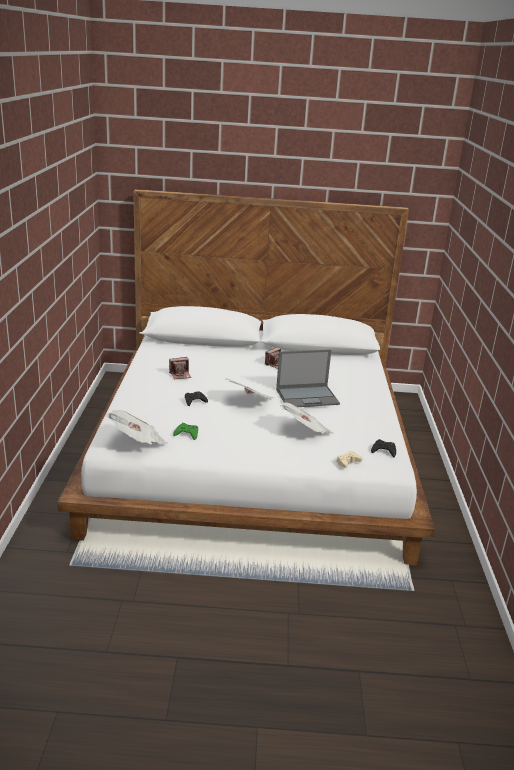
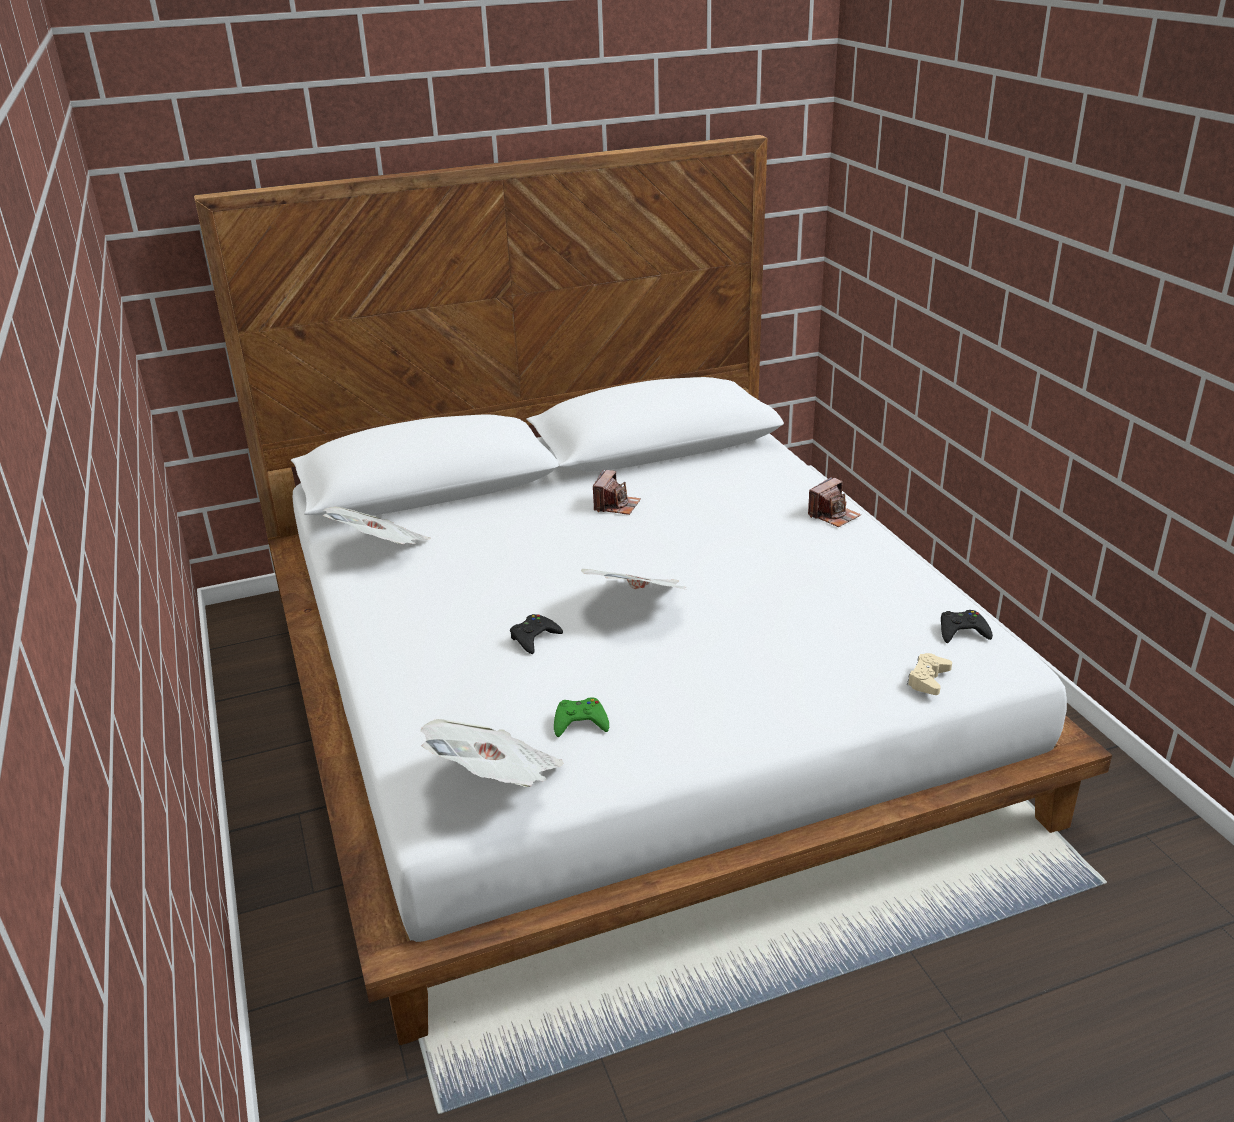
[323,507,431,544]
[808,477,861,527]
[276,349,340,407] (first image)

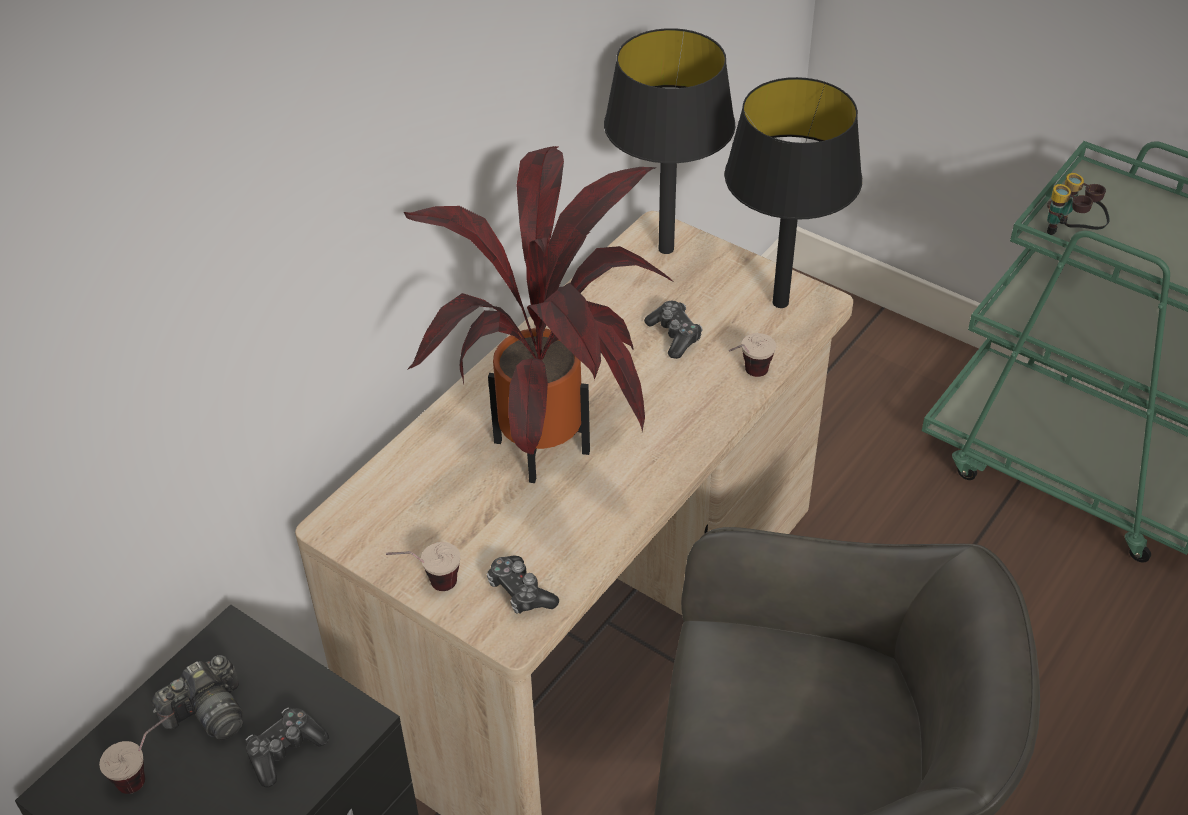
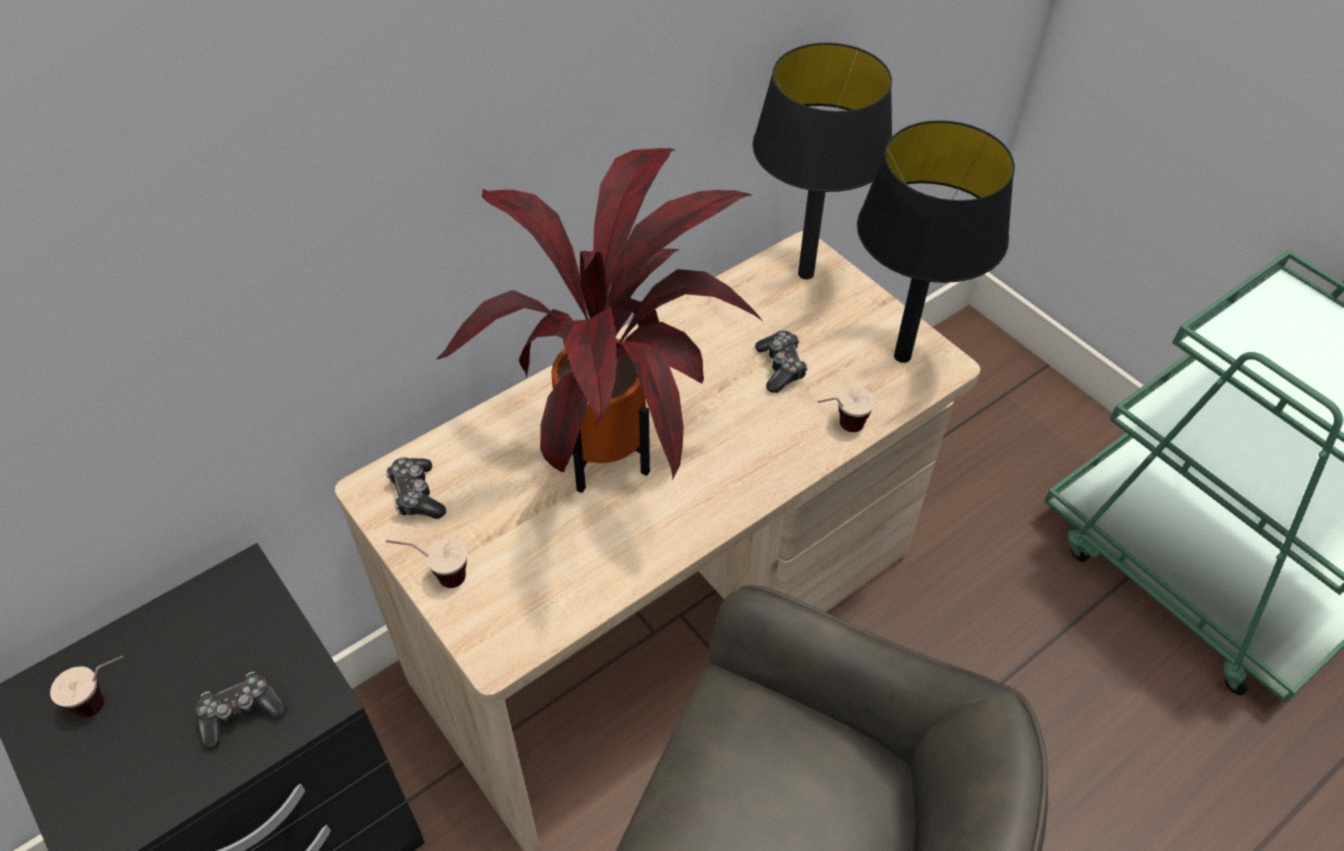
[386,458,446,519]
[152,655,243,740] (first image)
[1047,173,1110,235] (first image)

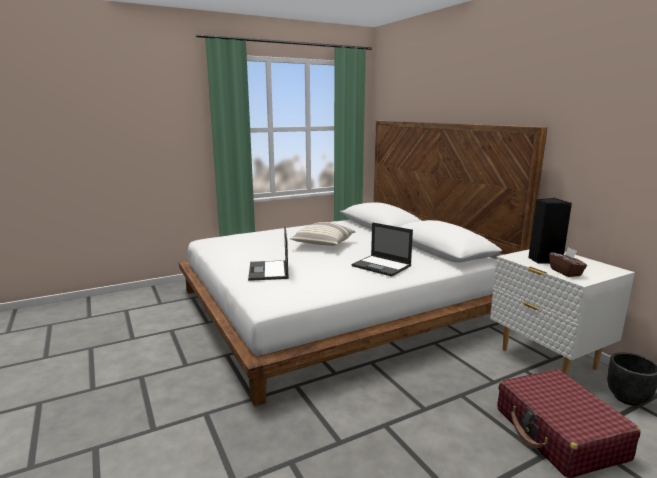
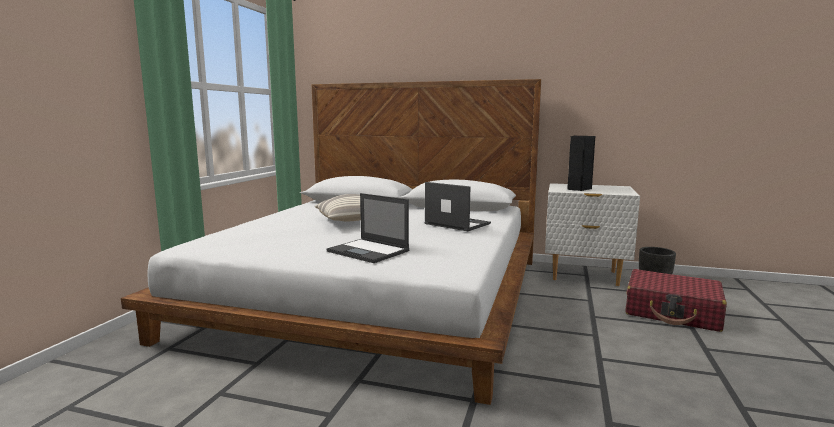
[424,182,491,231]
[549,247,587,277] (first image)

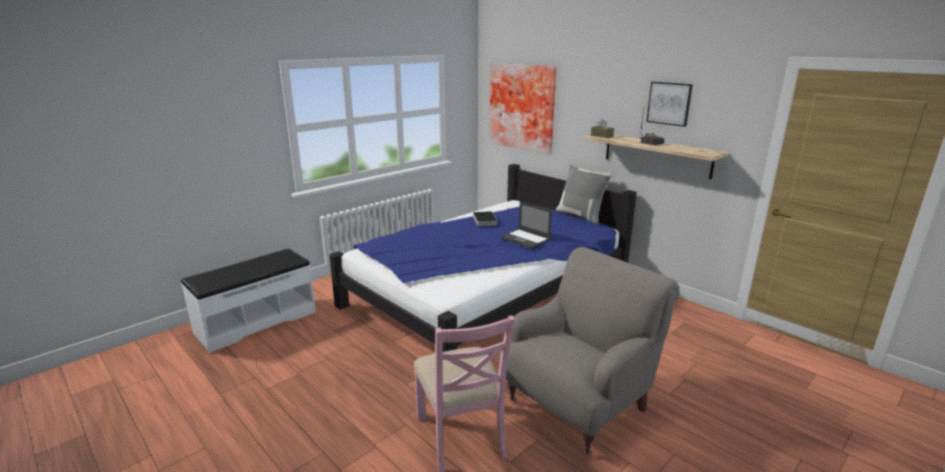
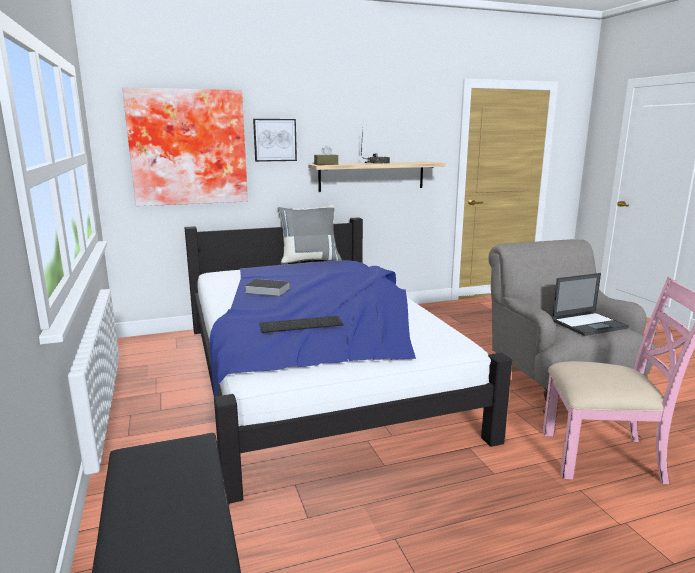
[253,119,297,162]
[259,316,344,333]
[552,273,629,336]

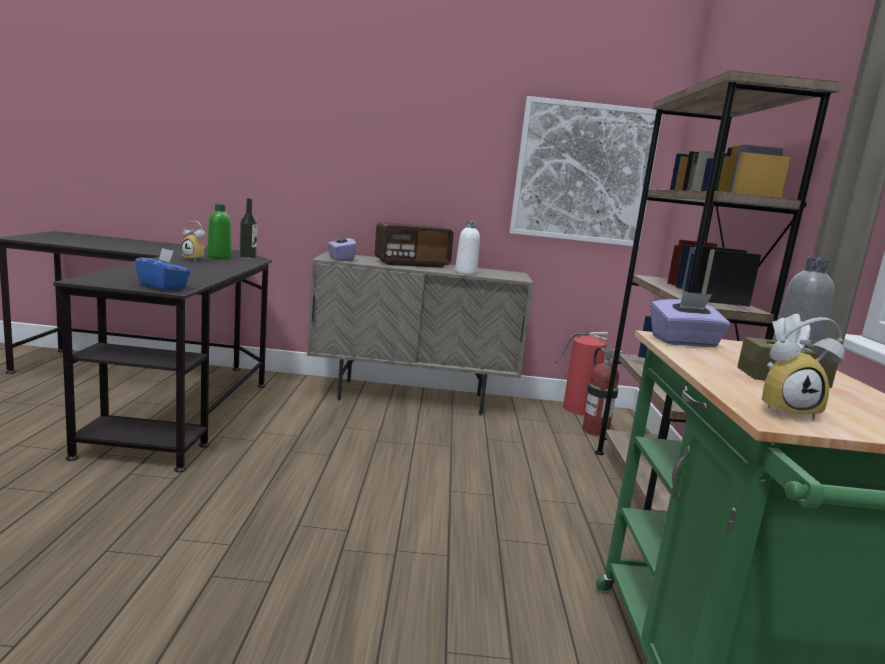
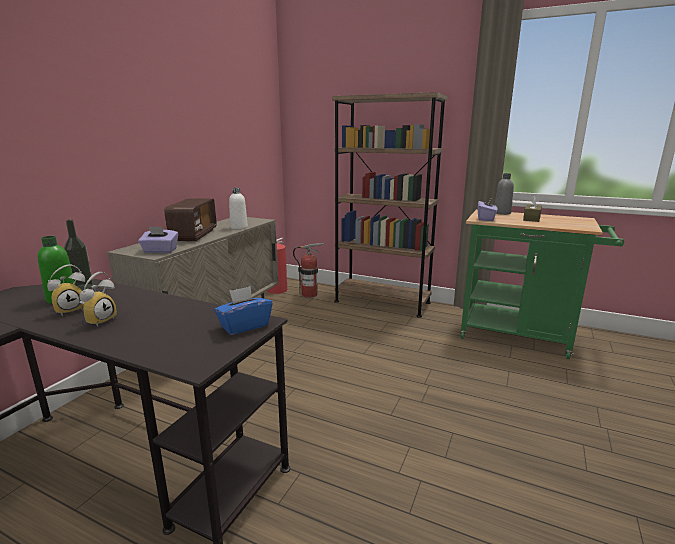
[79,272,117,326]
[509,96,663,246] (first image)

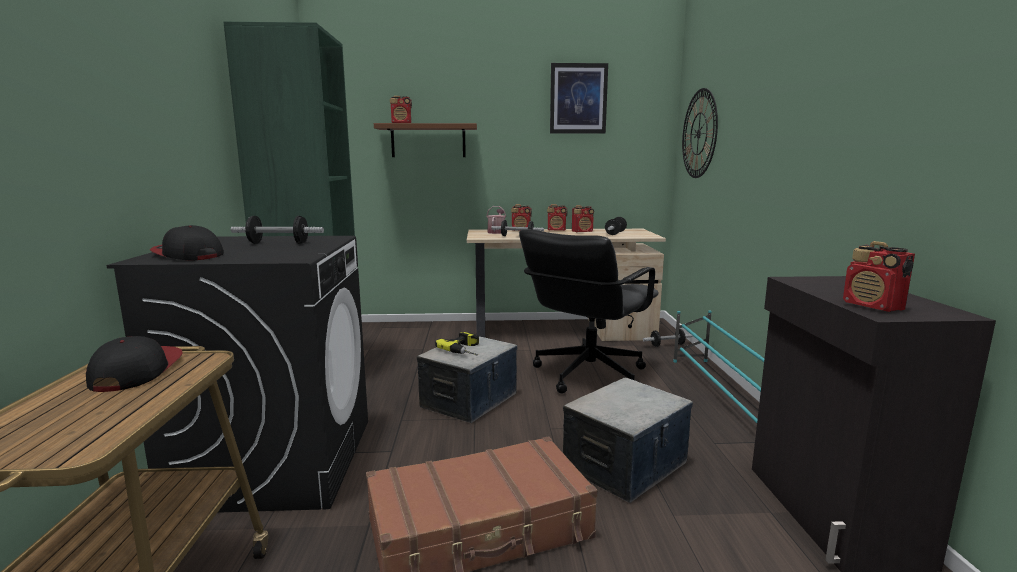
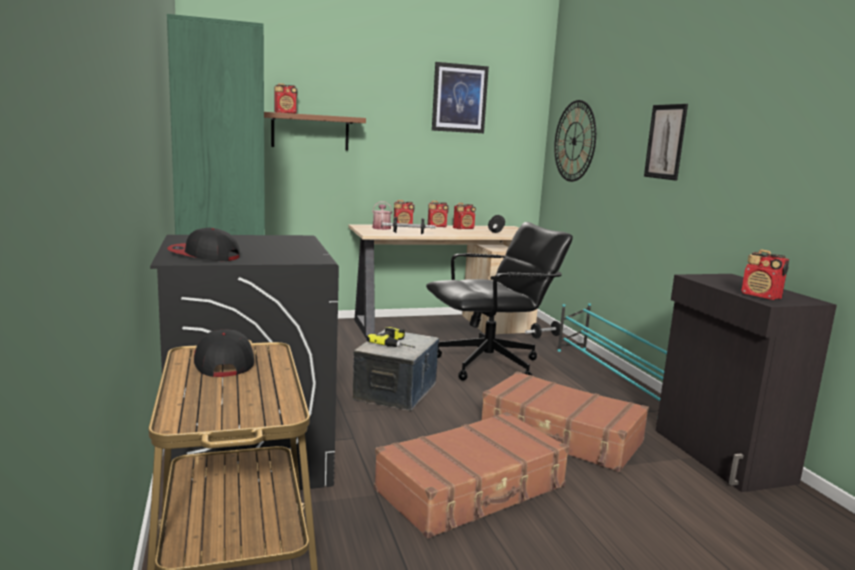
[426,222,573,381]
[481,371,649,472]
[644,104,688,181]
[231,216,324,244] (first image)

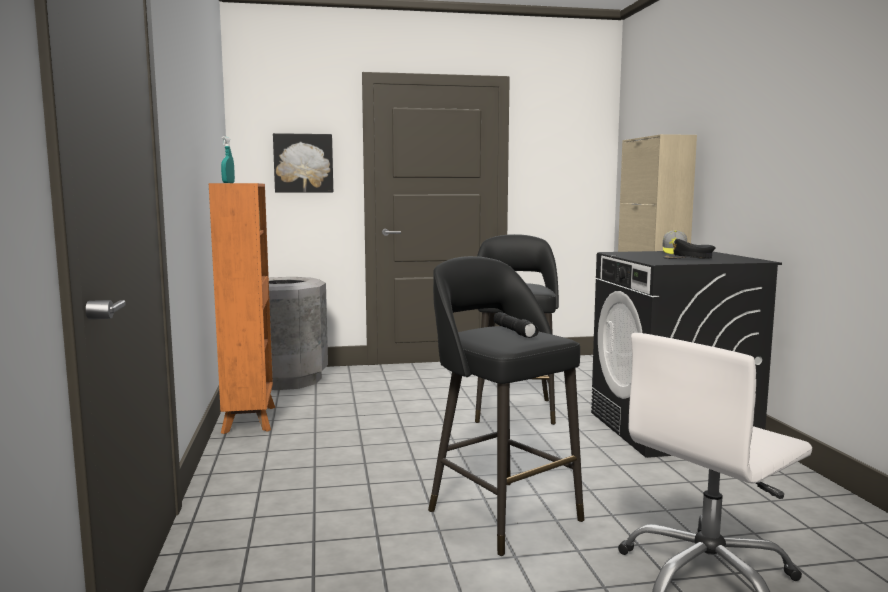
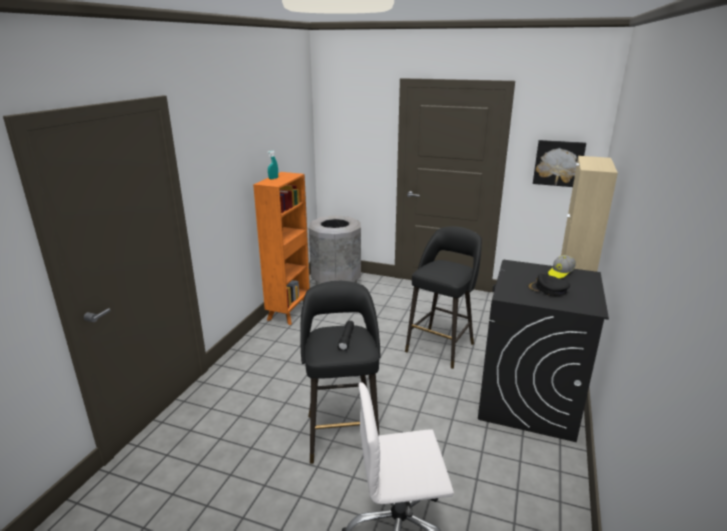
[533,140,586,187]

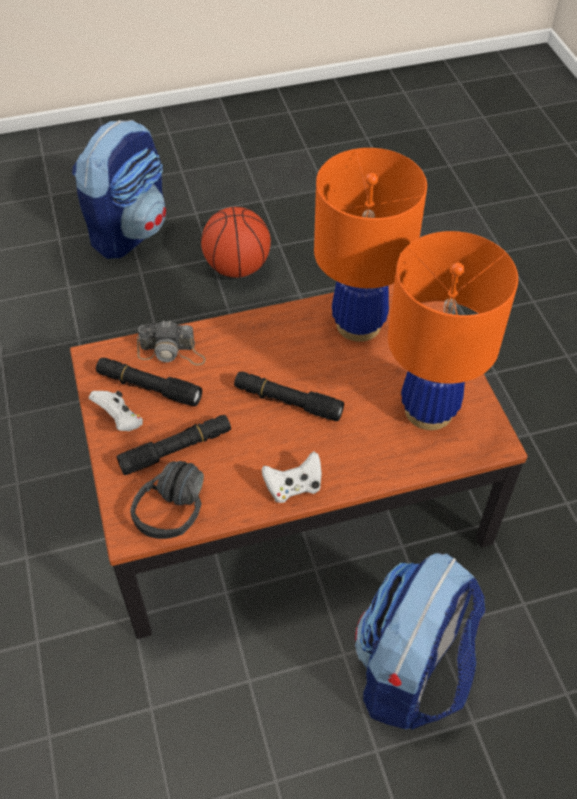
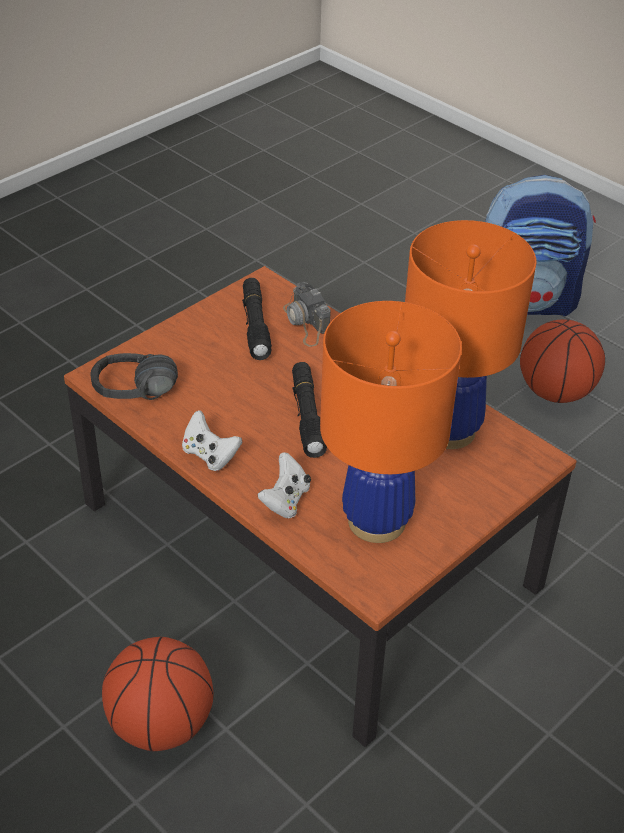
[102,637,214,751]
[258,452,311,518]
[117,415,231,475] (first image)

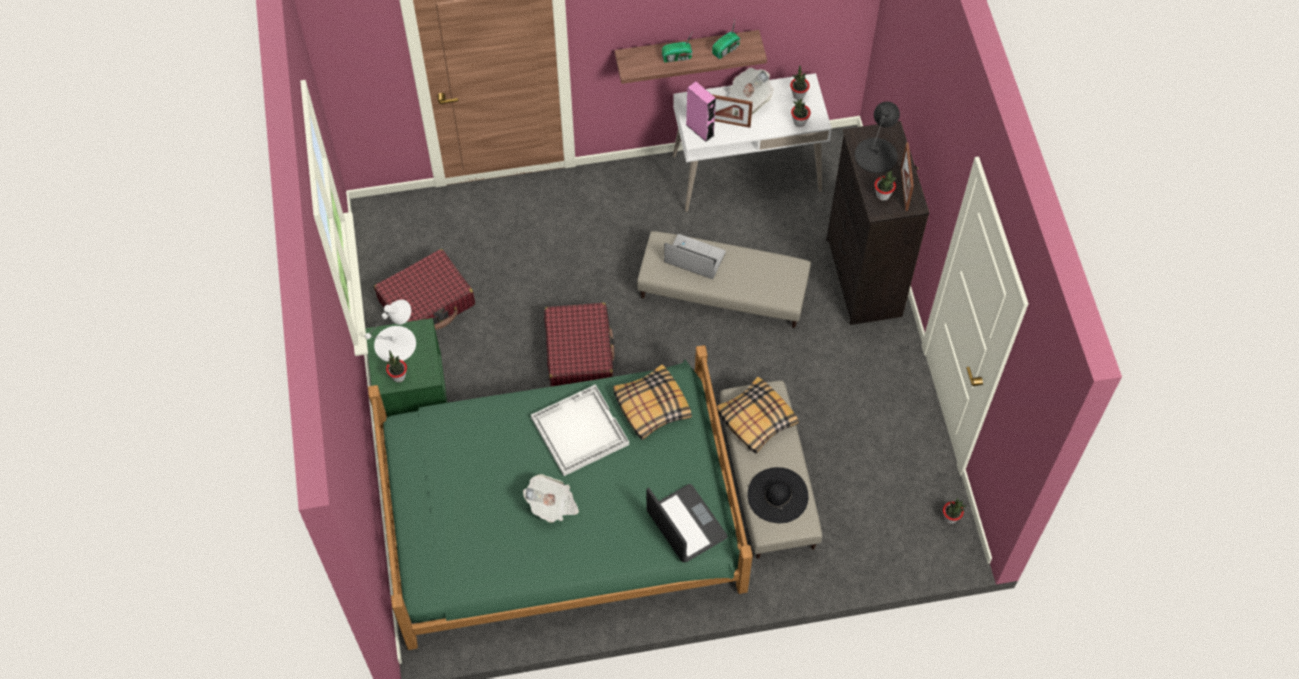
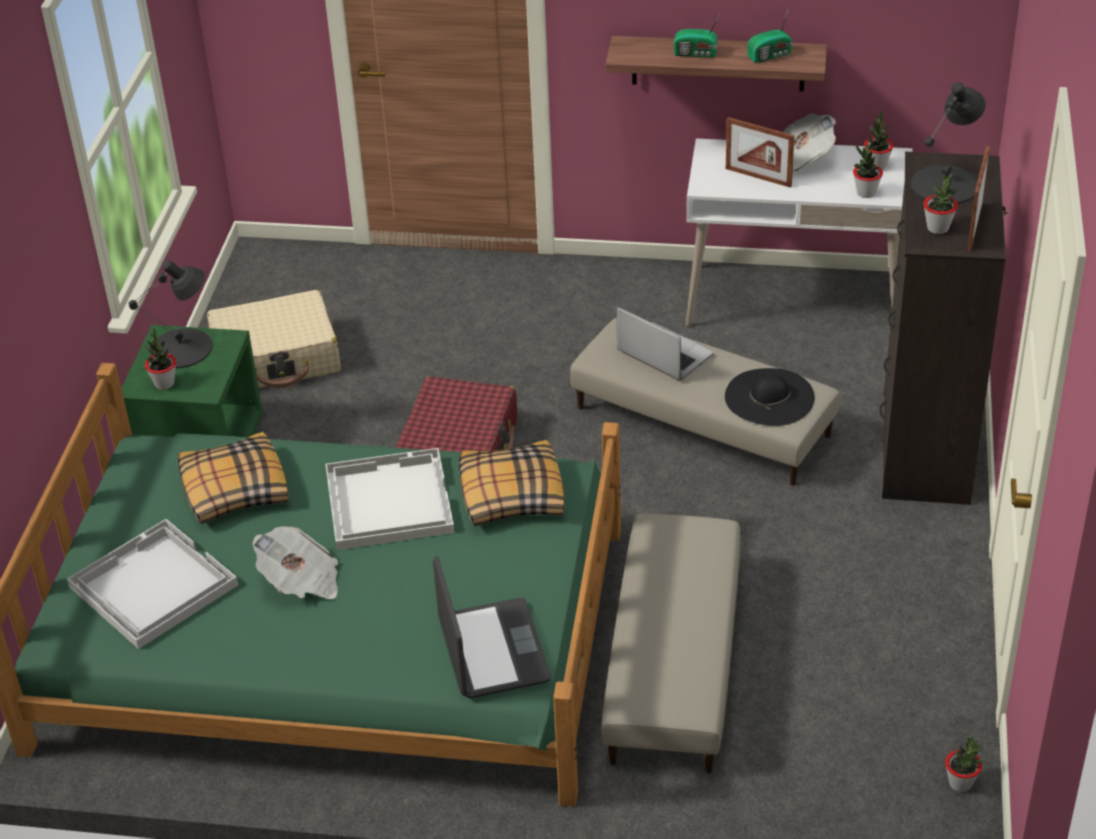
[67,519,238,649]
[129,260,212,368]
[178,432,289,524]
[207,290,341,388]
[725,368,814,426]
[686,81,716,142] (first image)

